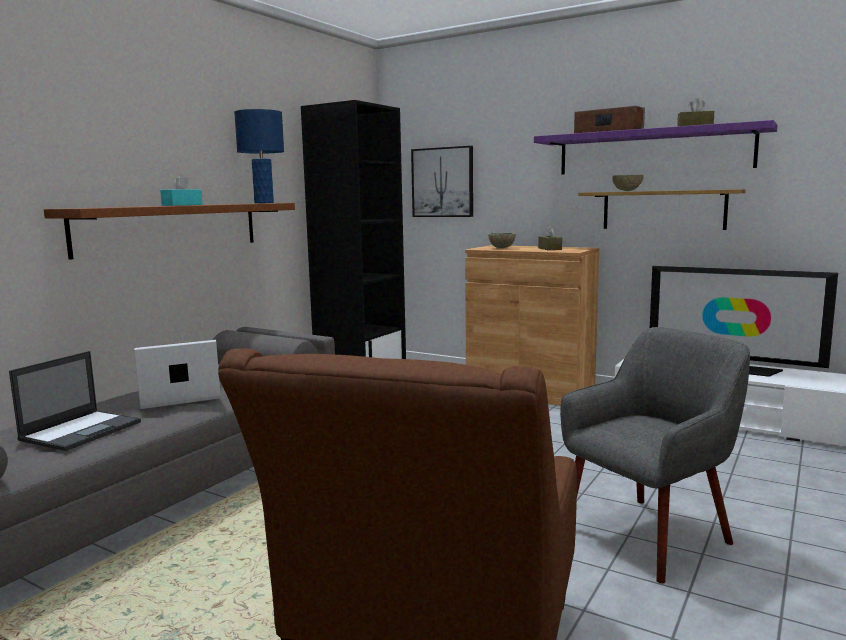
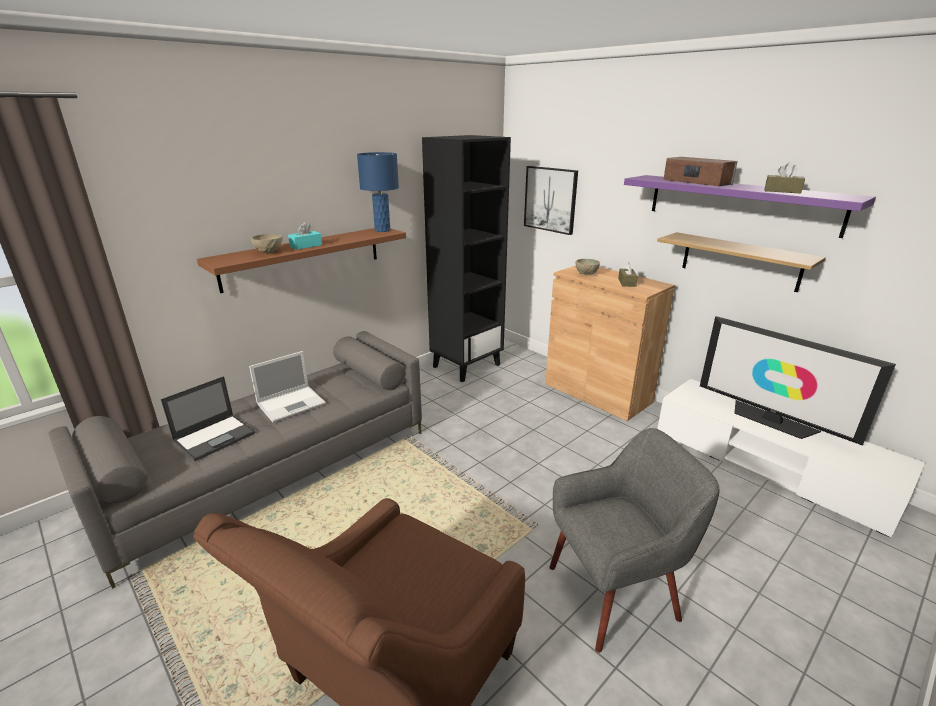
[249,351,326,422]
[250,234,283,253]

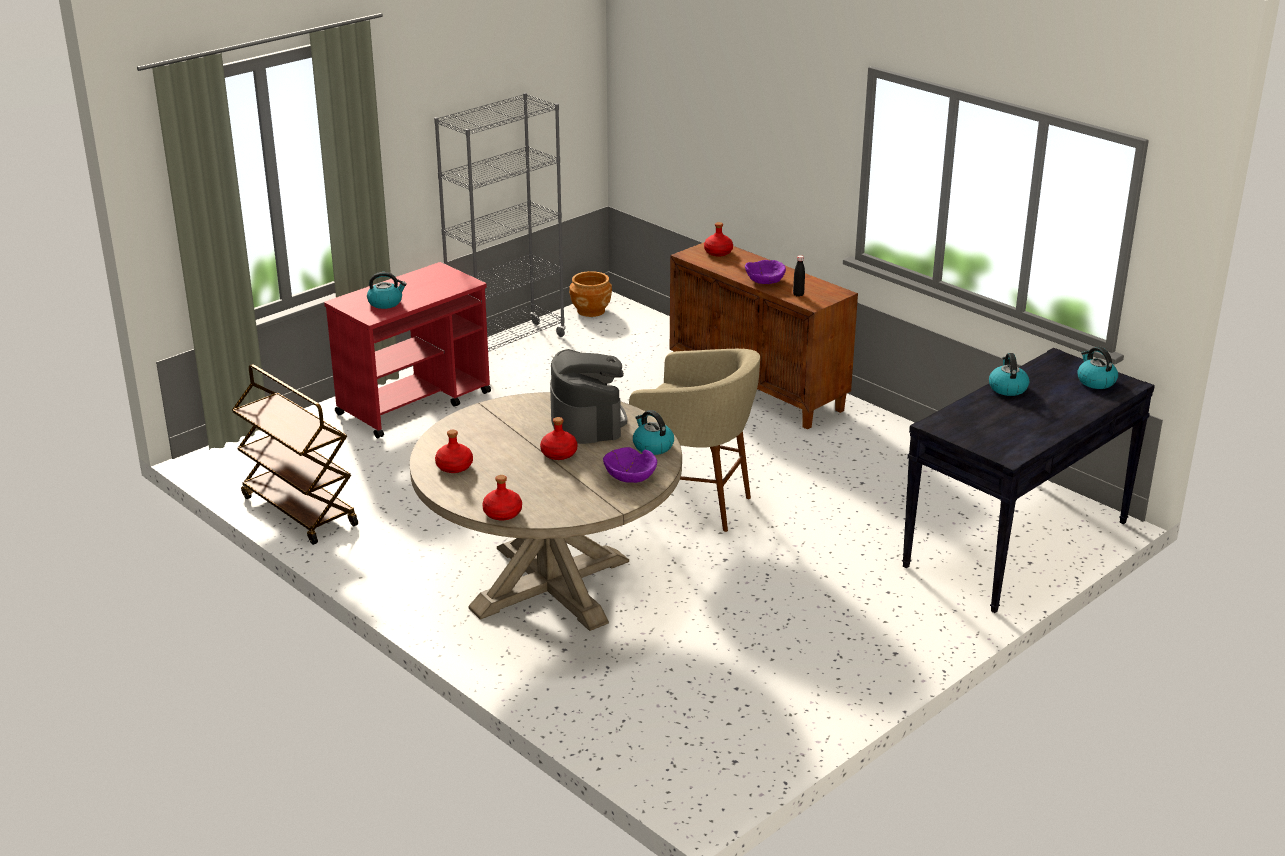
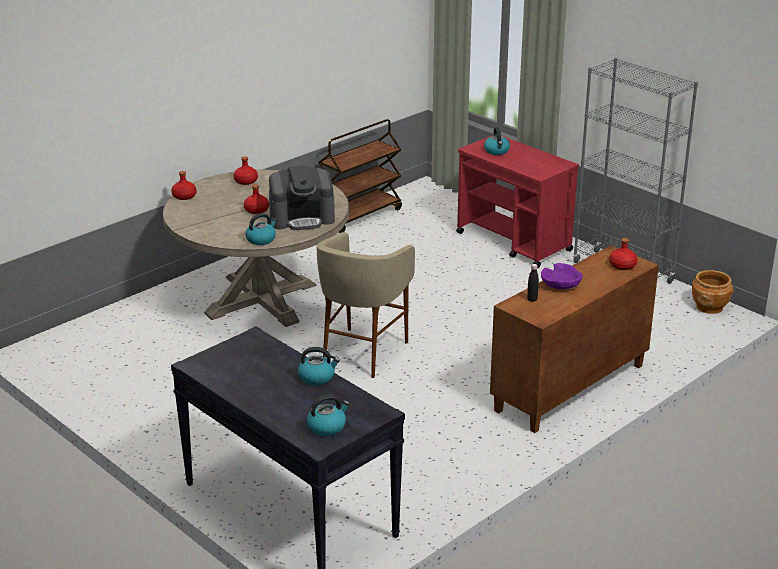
[603,447,657,483] (first image)

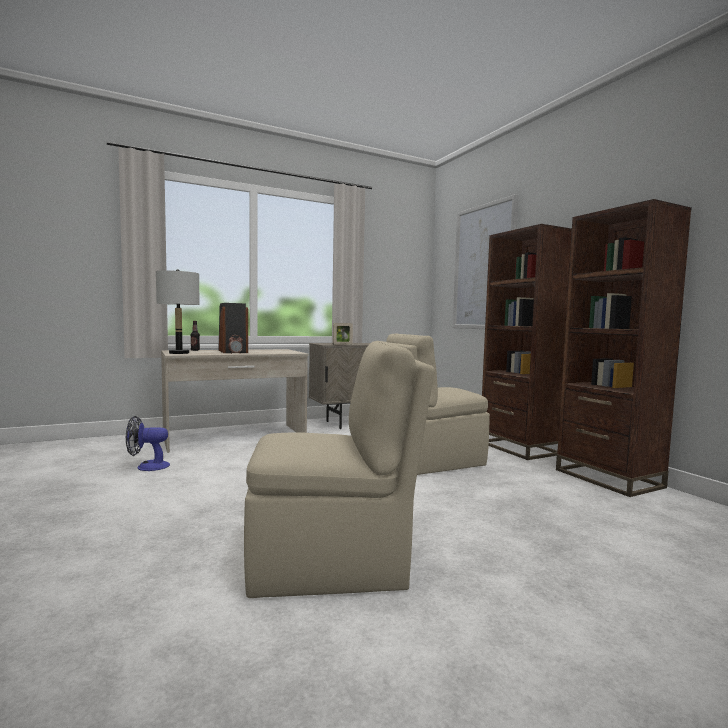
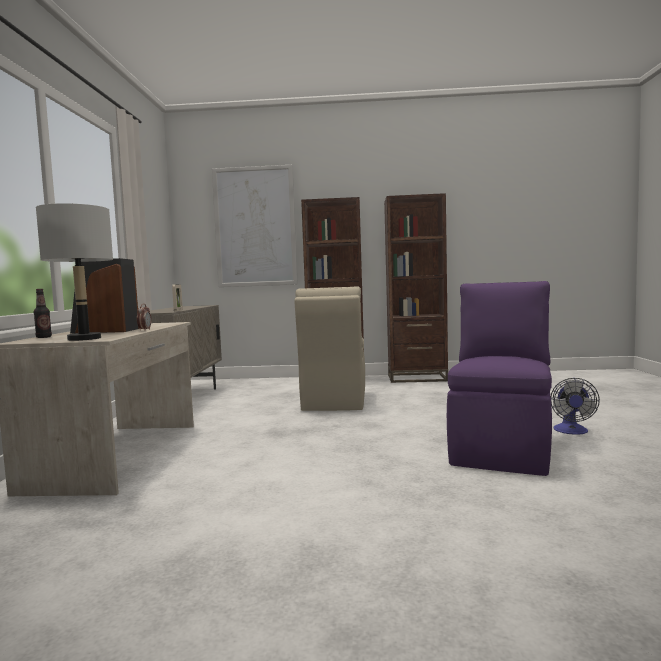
[447,281,552,476]
[551,378,600,435]

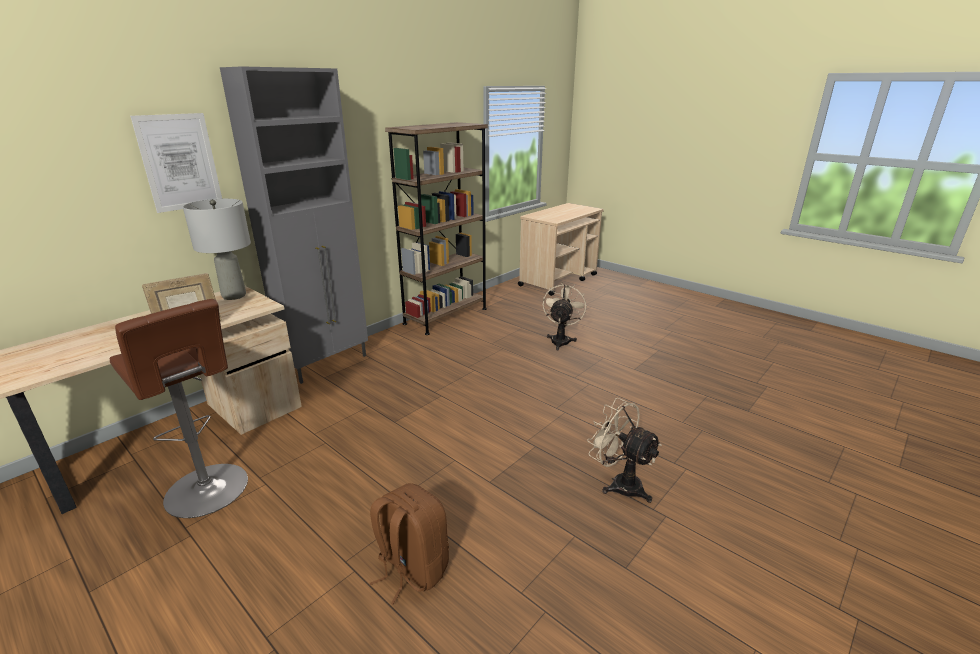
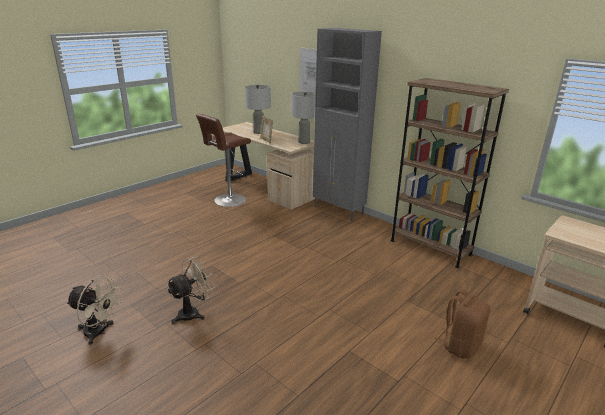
[66,277,121,345]
[245,85,271,134]
[435,289,490,359]

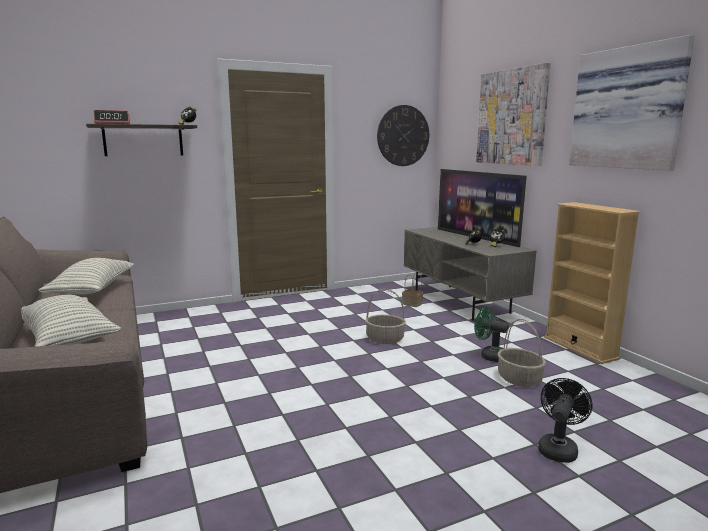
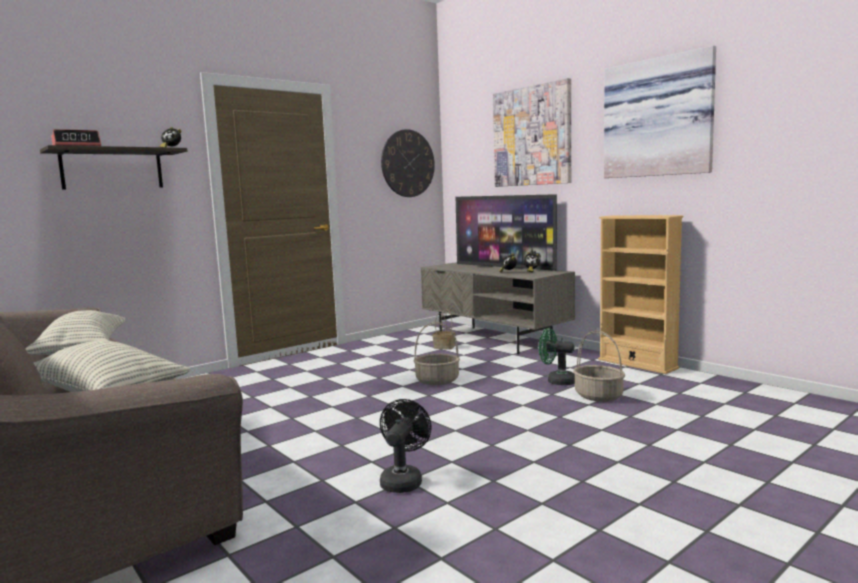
[380,399,432,493]

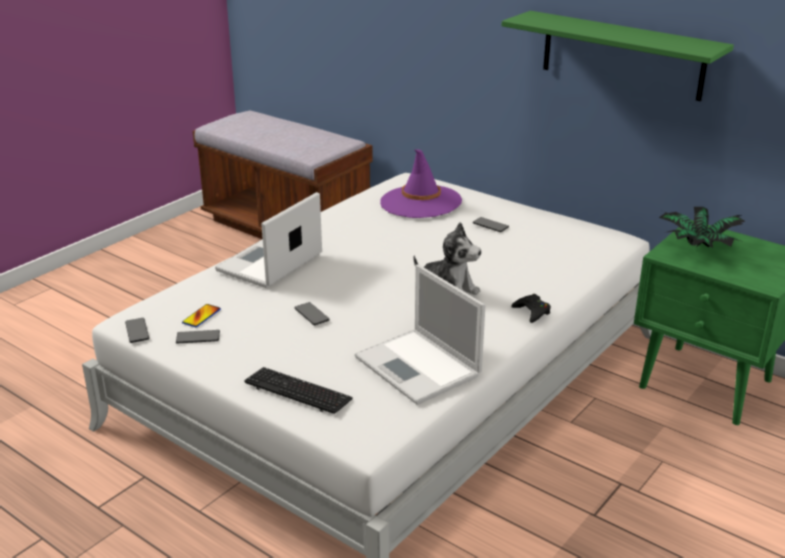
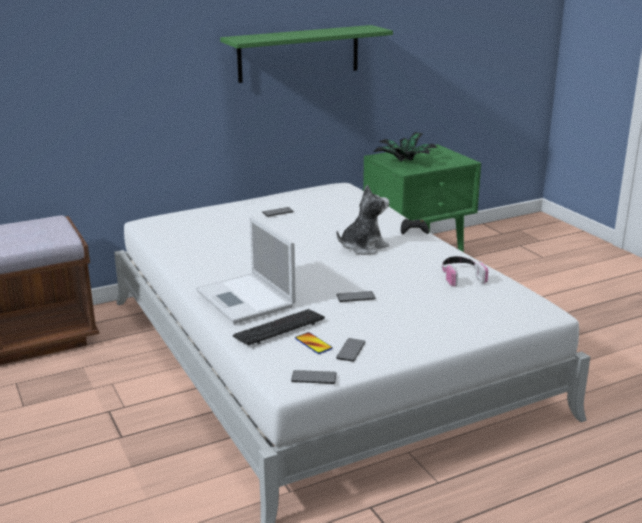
[233,309,325,345]
[441,256,488,287]
[380,149,462,218] (first image)

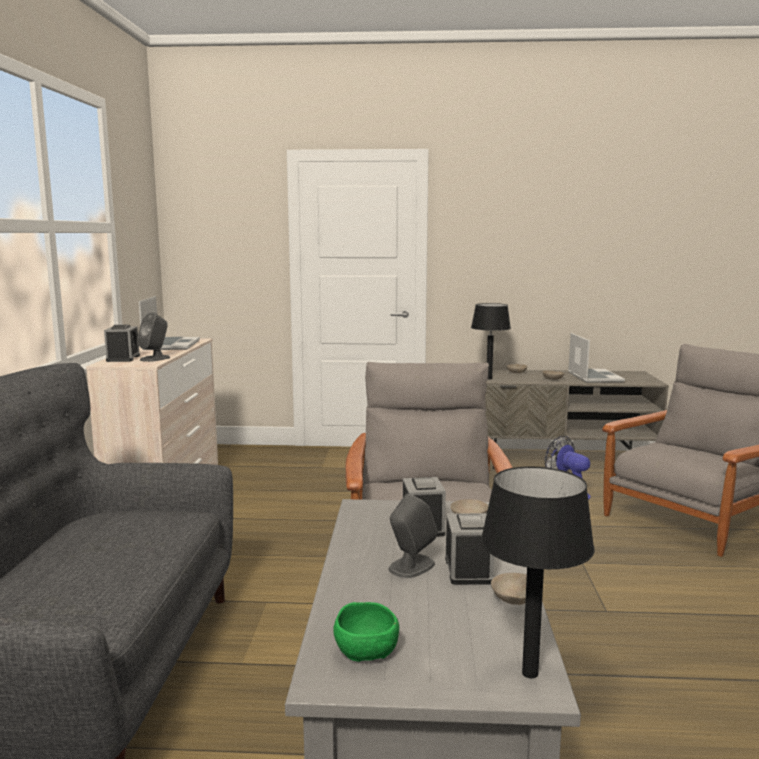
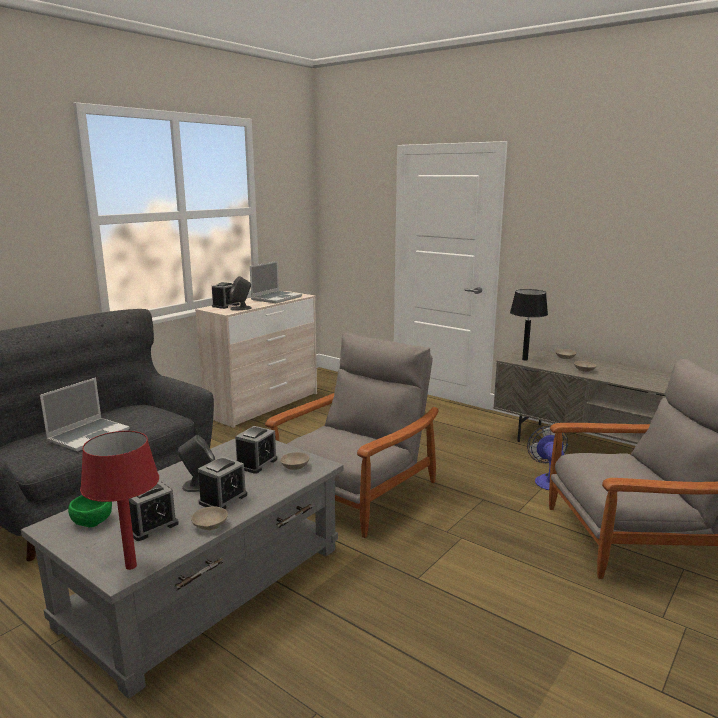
[40,377,130,452]
[80,431,159,570]
[129,481,179,541]

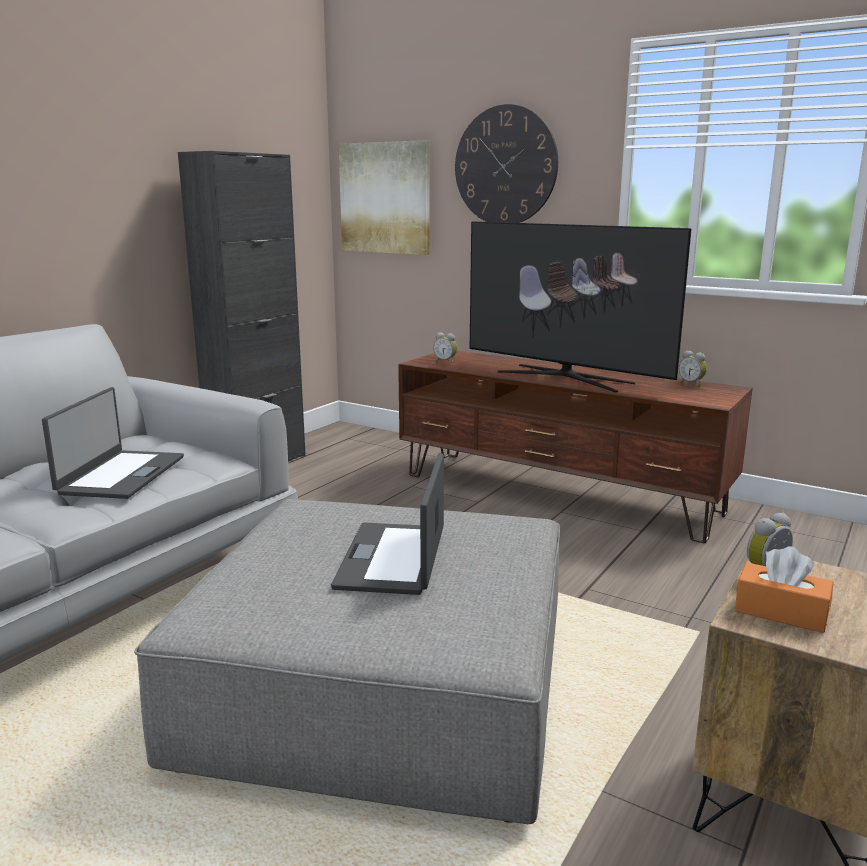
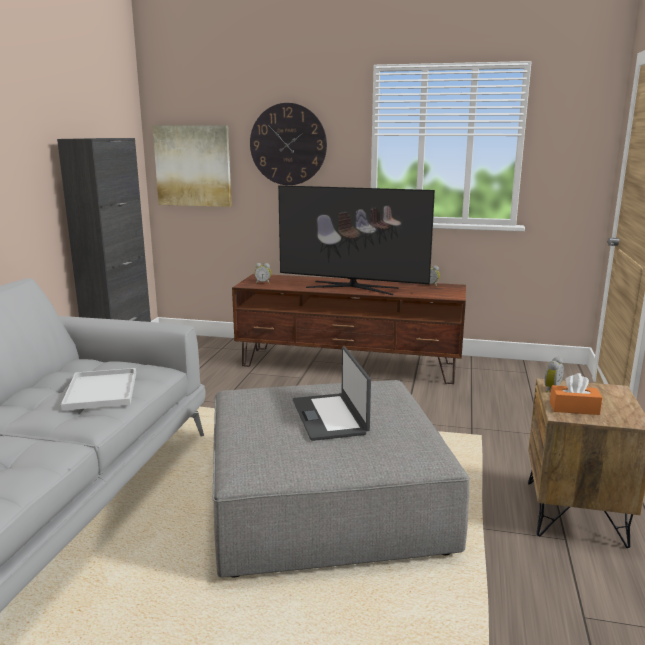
[61,368,136,411]

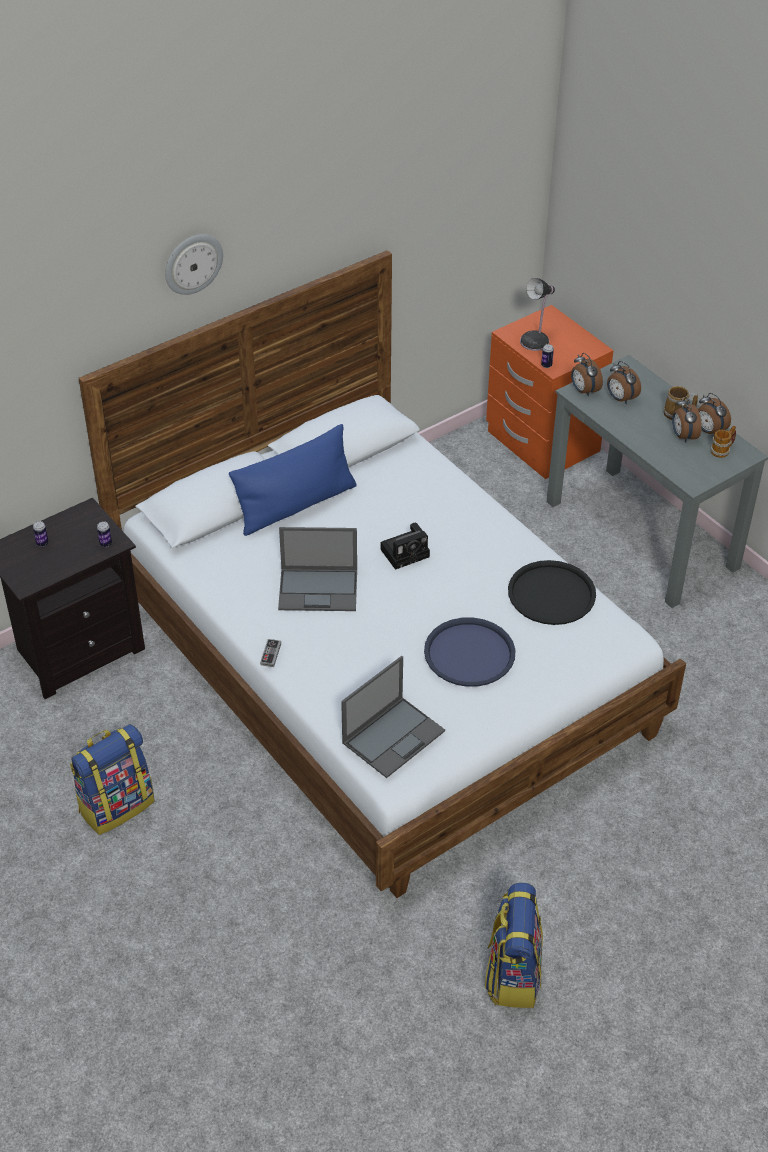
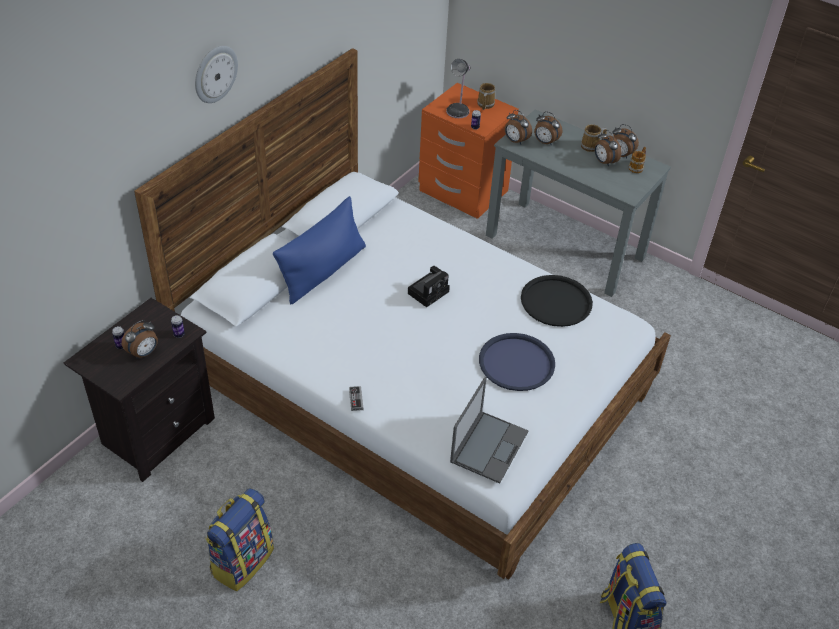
[121,320,158,359]
[477,83,495,110]
[278,527,357,611] (first image)

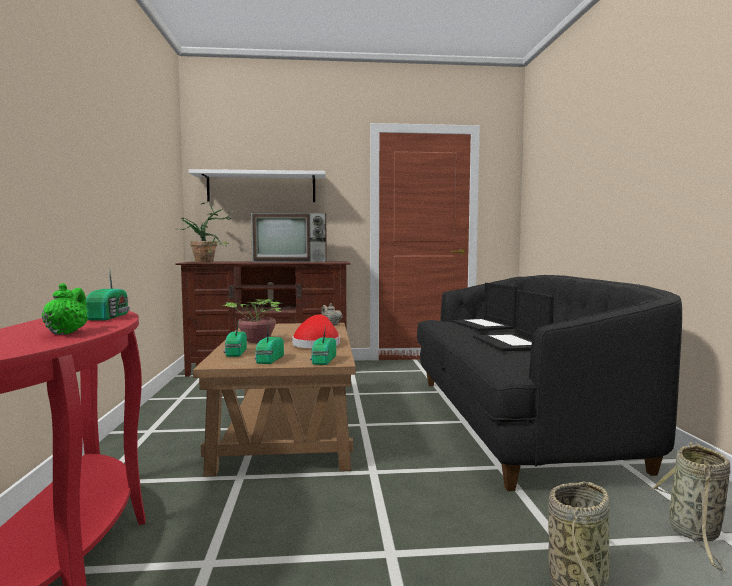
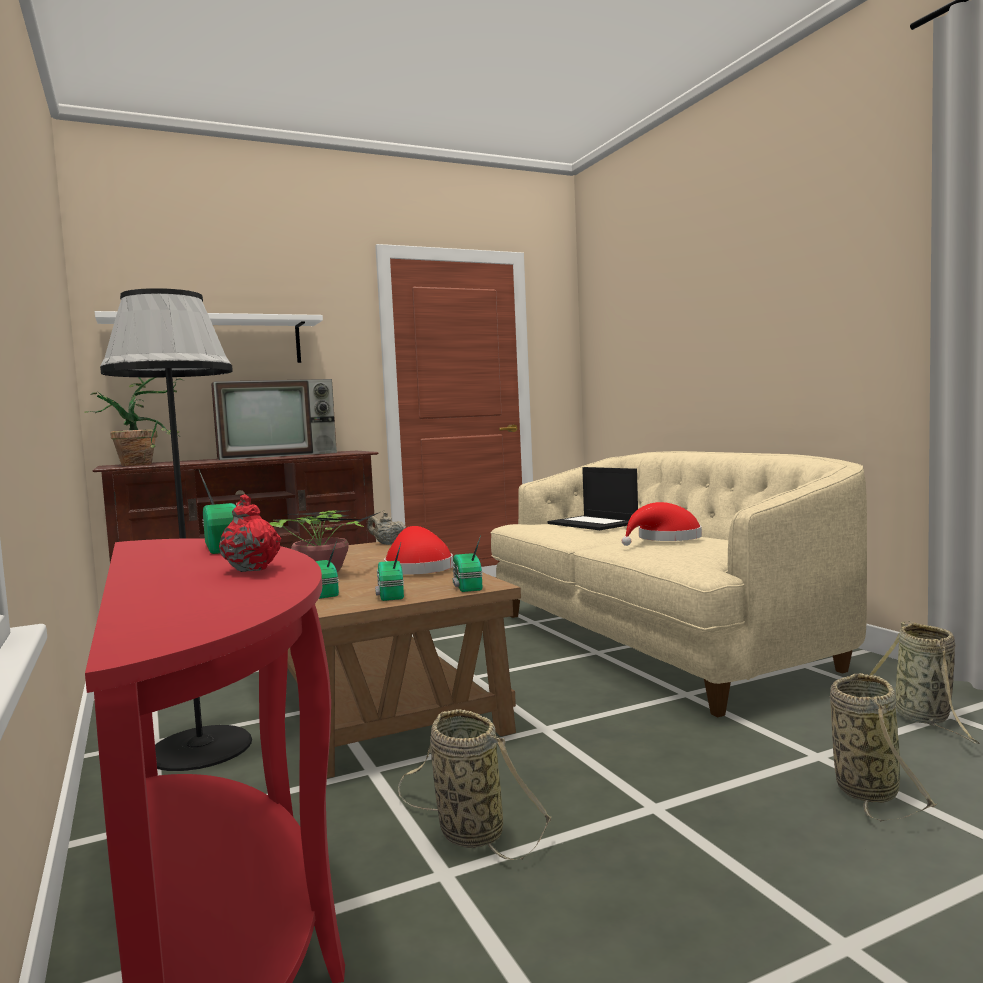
[100,288,252,771]
[219,494,281,572]
[398,709,551,860]
[491,451,867,718]
[622,502,702,546]

